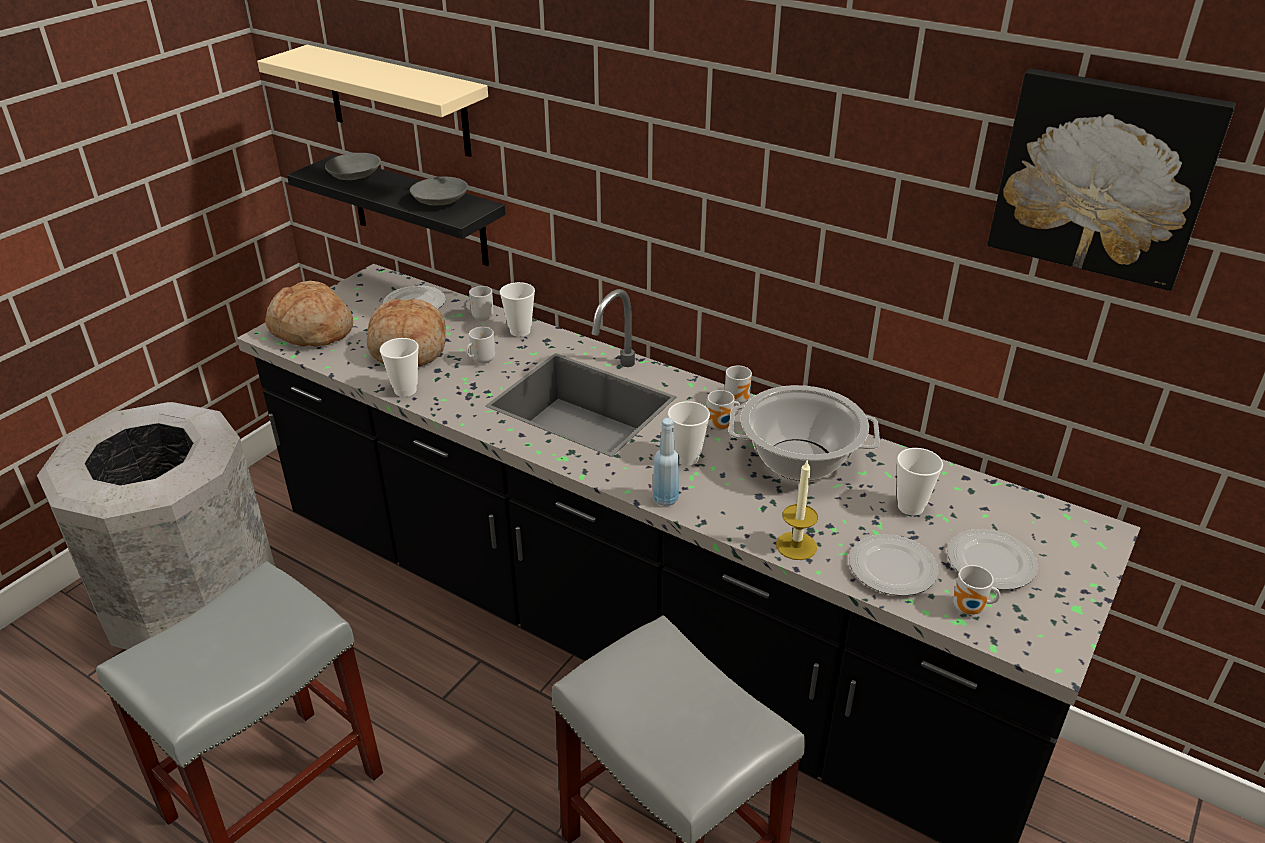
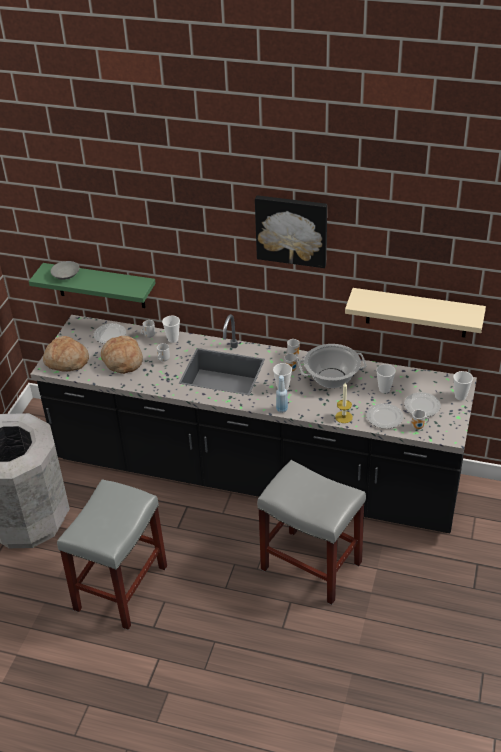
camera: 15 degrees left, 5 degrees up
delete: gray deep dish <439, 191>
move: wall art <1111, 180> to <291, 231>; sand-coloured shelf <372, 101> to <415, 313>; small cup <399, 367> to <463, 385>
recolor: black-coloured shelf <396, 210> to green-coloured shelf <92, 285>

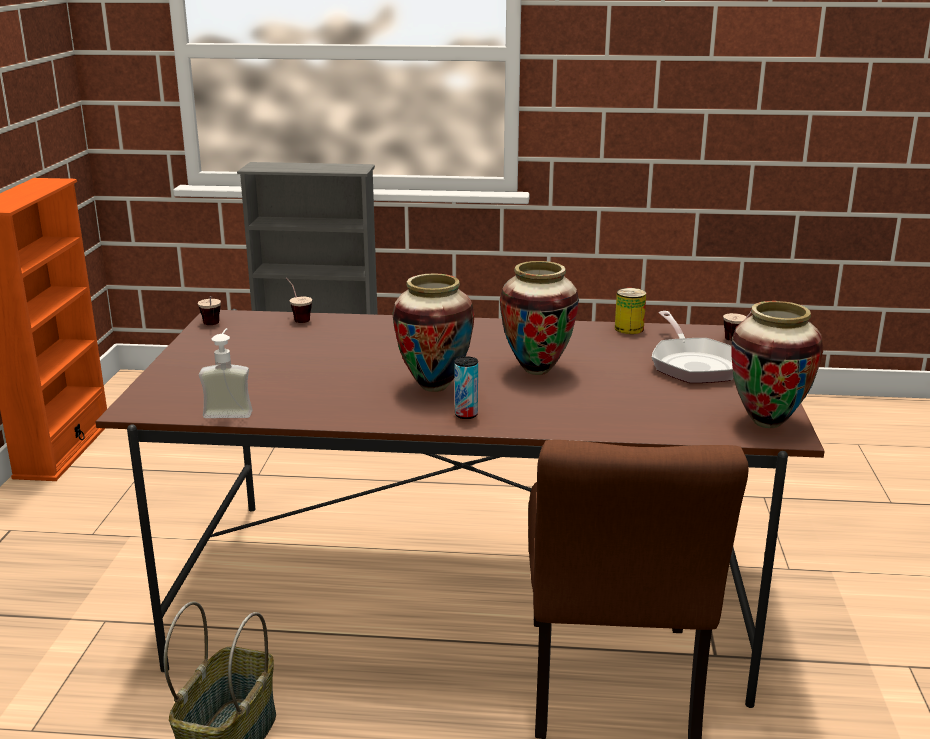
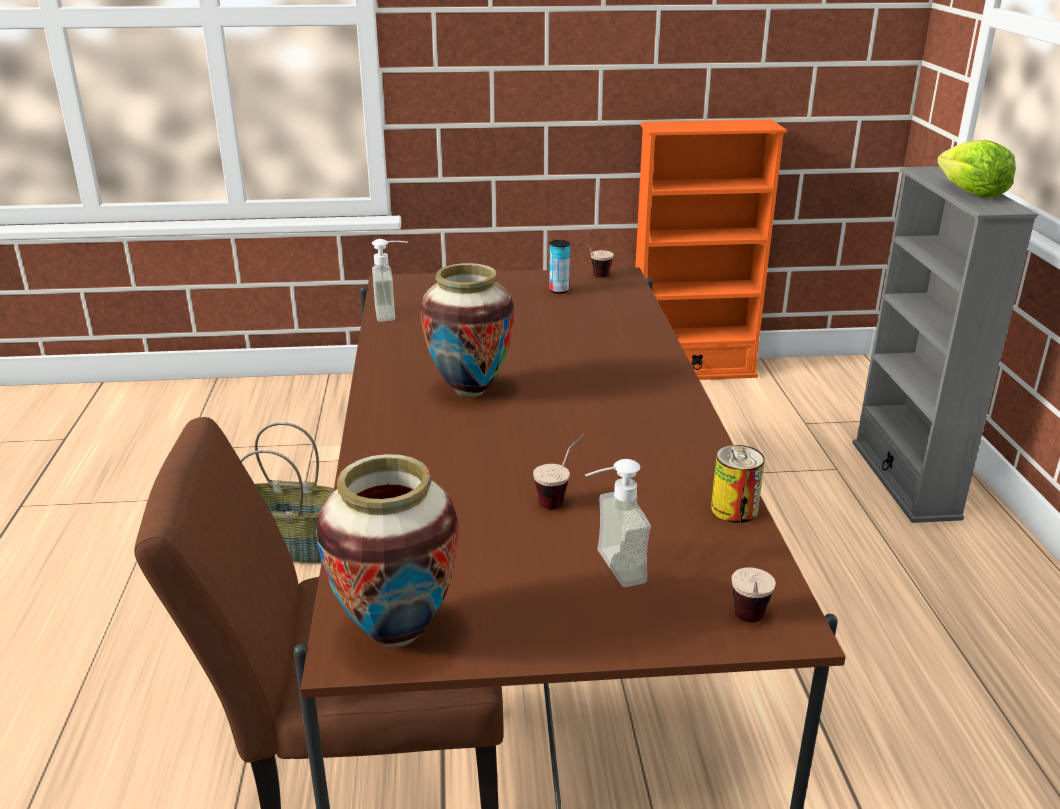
camera: 80 degrees right, 5 degrees up
delete: decorative vase <539, 318>
insert: lettuce <976, 169>
move: small cup <299, 300> to <559, 471>; sealed can <466, 387> to <559, 267>
replace: skillet <692, 347> to soap dispenser <618, 523>

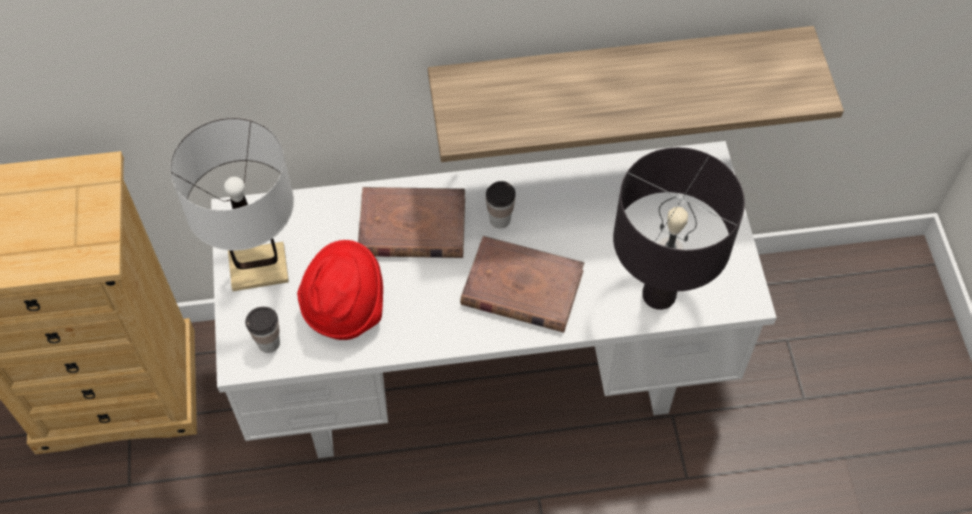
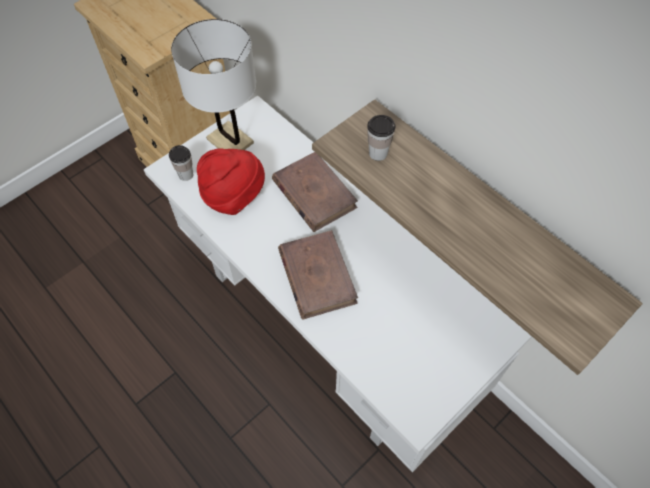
camera: 55 degrees right, 0 degrees up
delete: black-coloured lamp for a table <679, 228>
move: small cup <501, 204> to <381, 138>

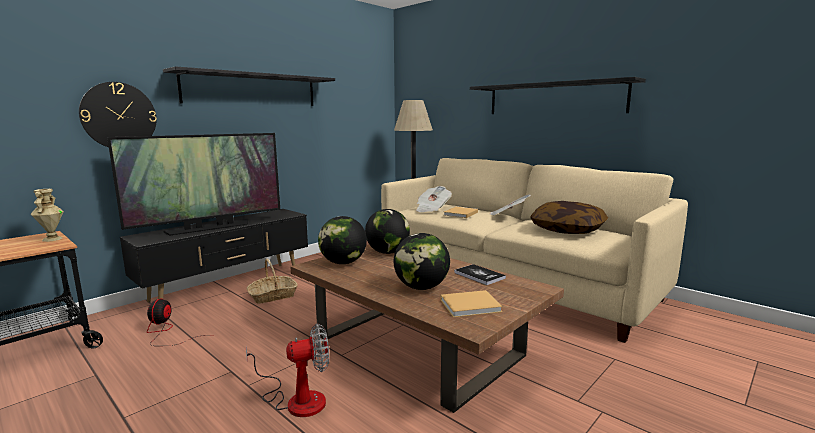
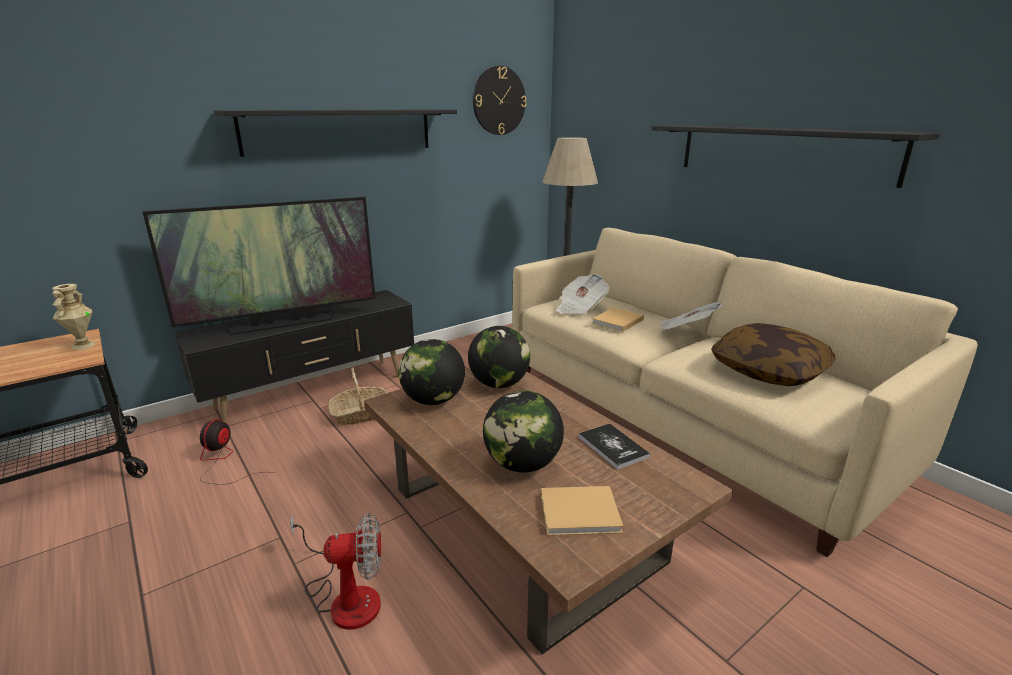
camera: 10 degrees right, 10 degrees up
move: clock on the wall <118, 114> to <500, 100>

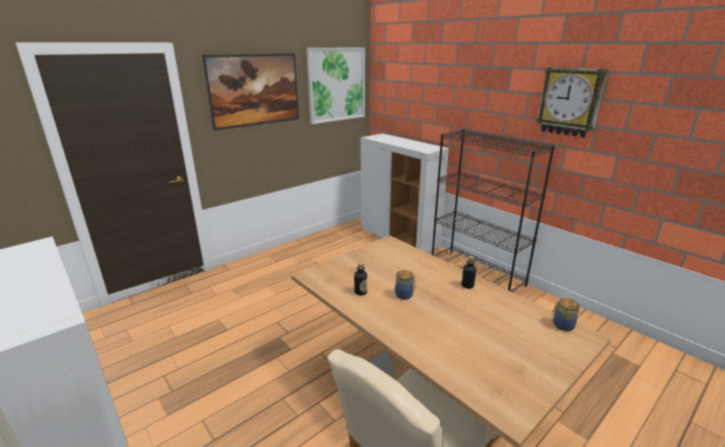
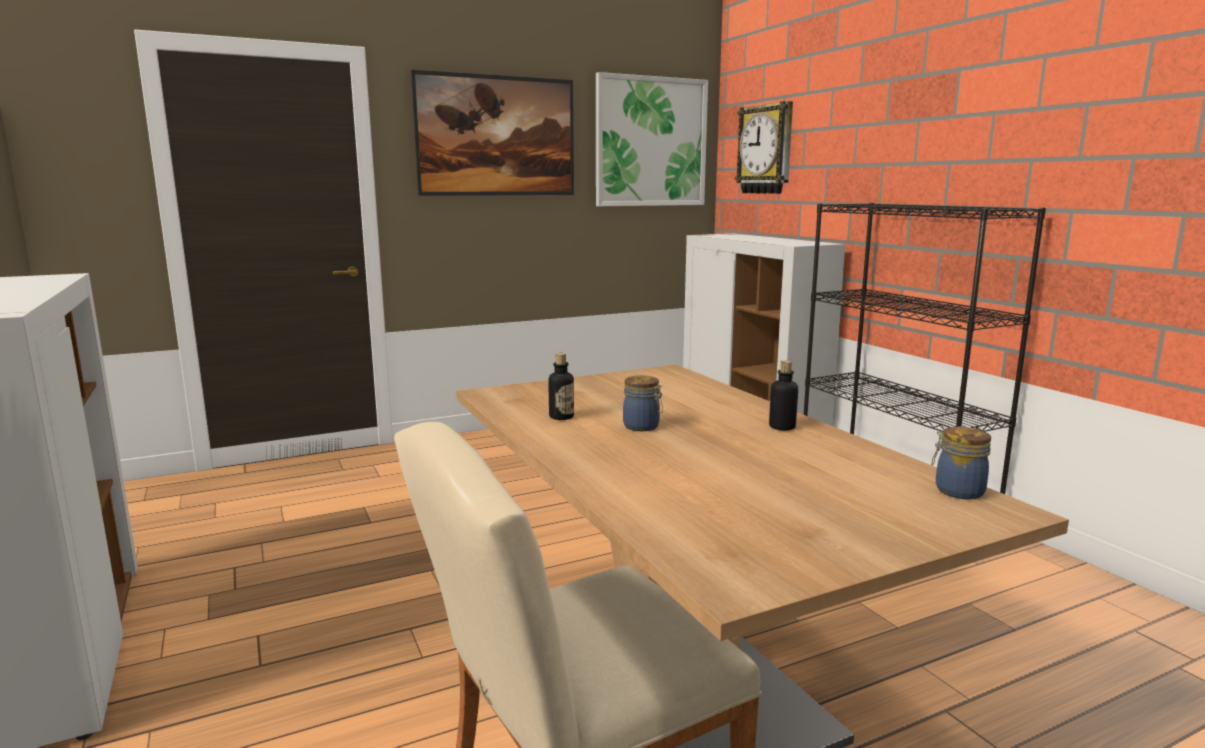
camera: 15 degrees right, 10 degrees down
move: clock on the wall <572, 102> to <764, 147>

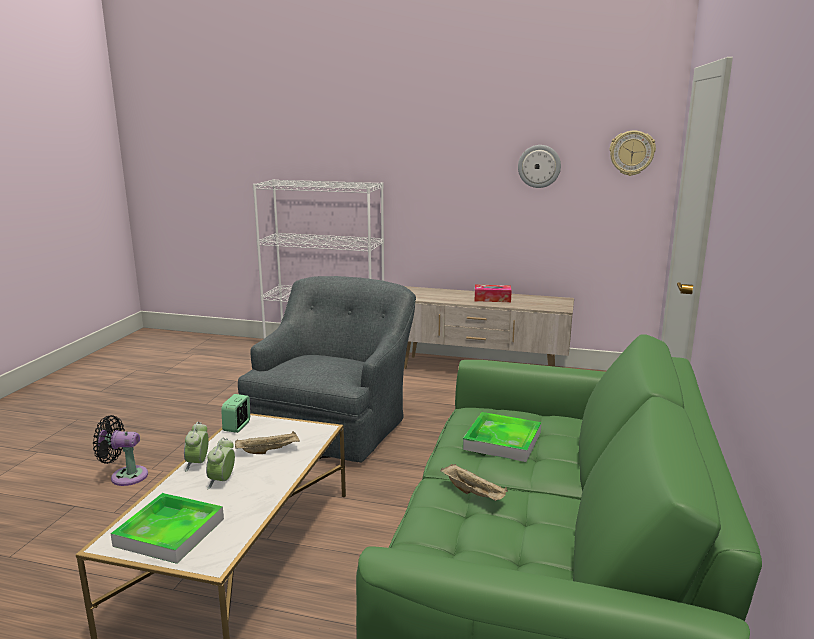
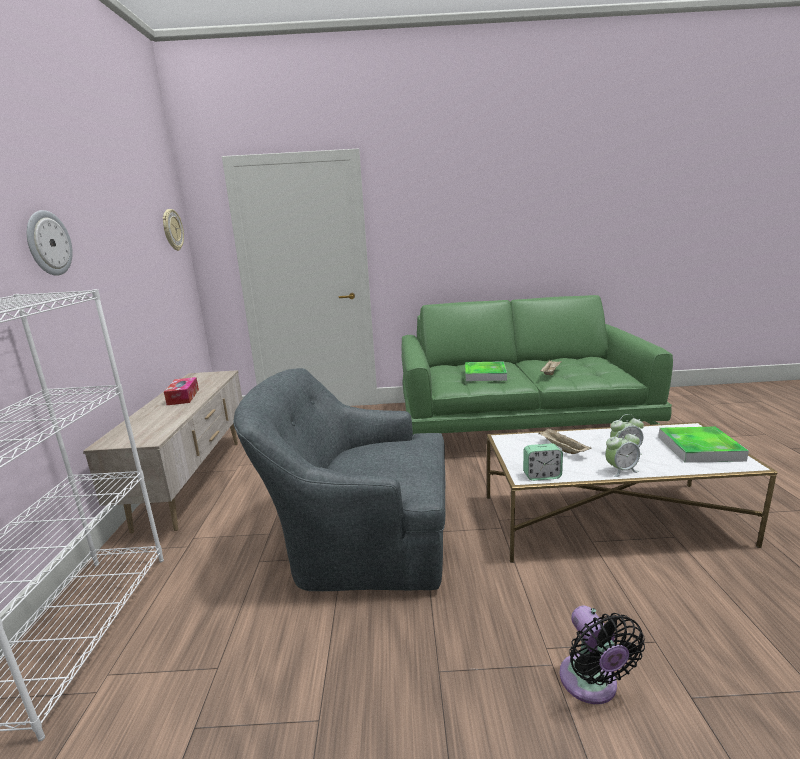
camera: 105 degrees left, 0 degrees up
move: clock on the wall <539, 166> to <50, 243>

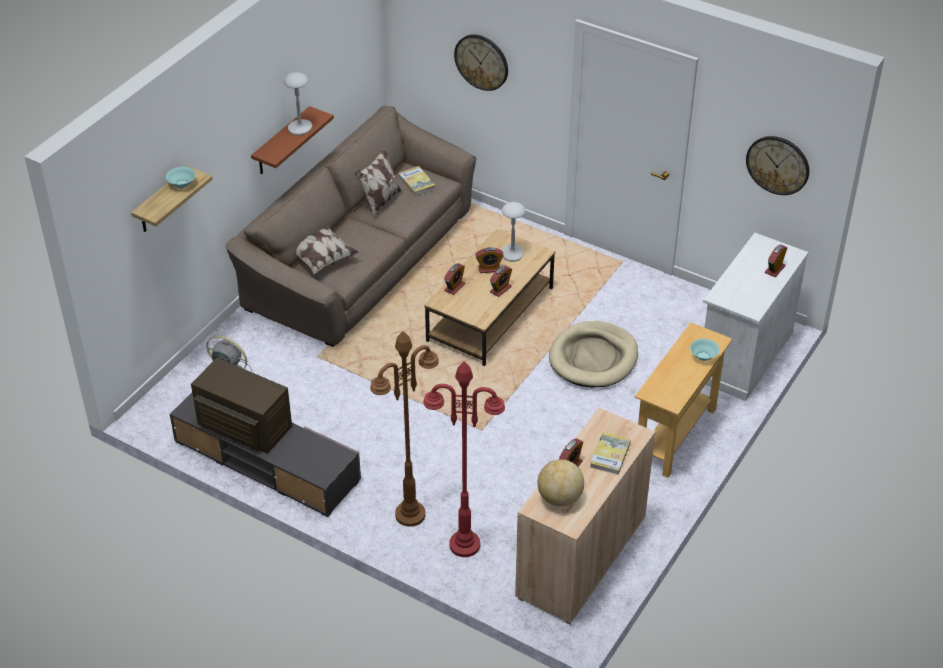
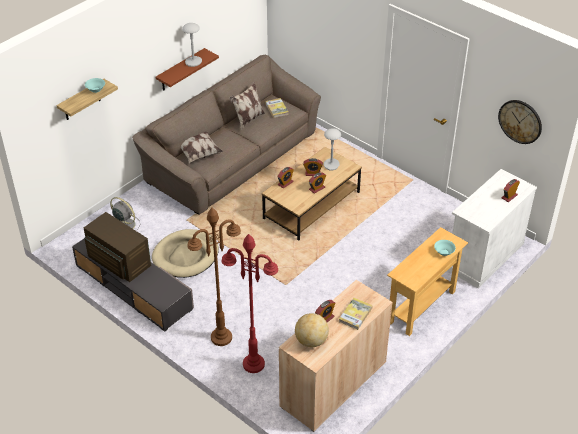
camera: 10 degrees right, 0 degrees up
delete: clock on the wall <481, 62>
move: sand-coloured dog bed <593, 354> to <185, 253>

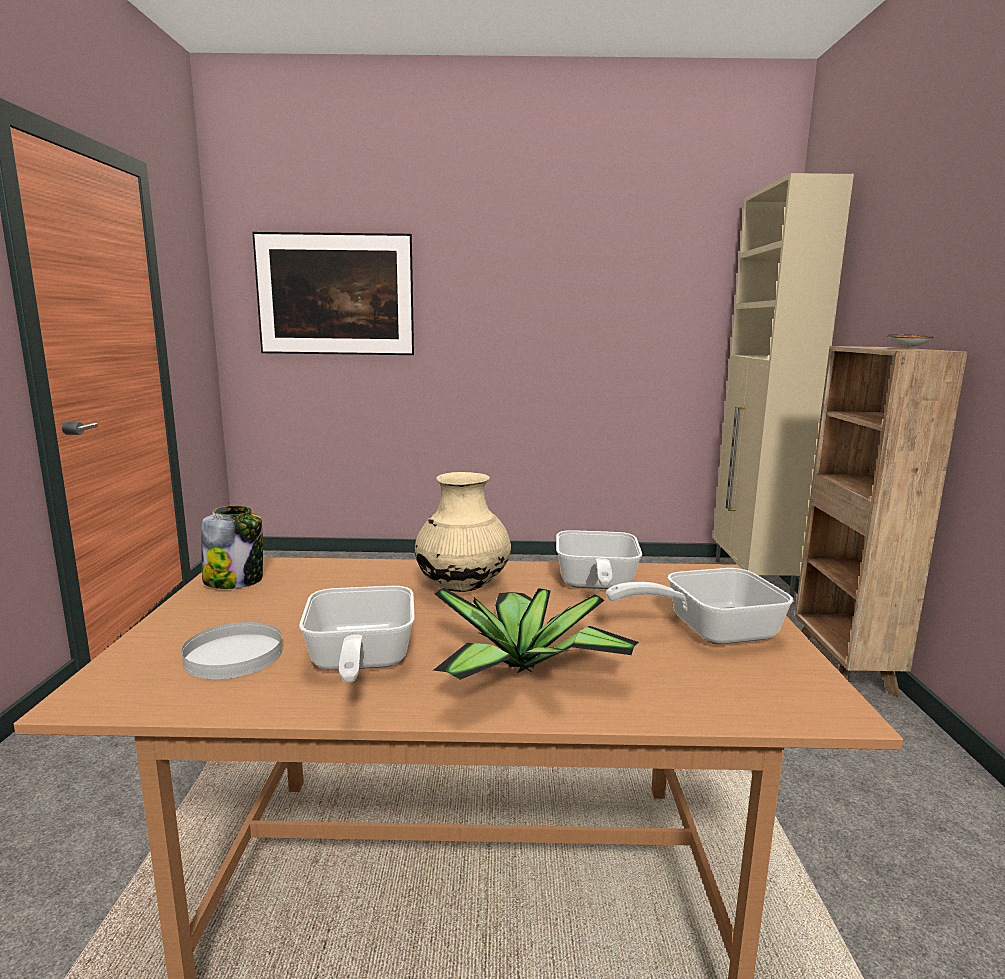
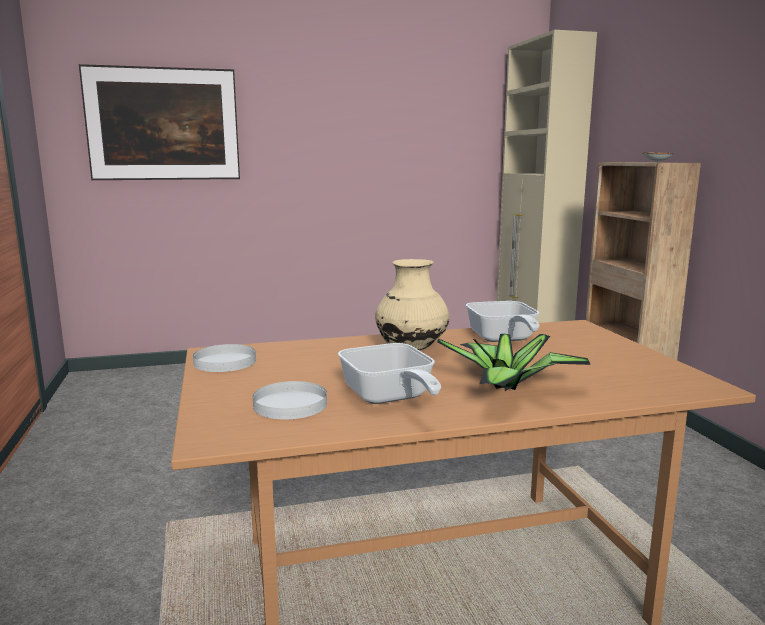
camera: 15 degrees left, 0 degrees up
delete: skillet <699, 606>
replace: storage jar <232, 547> to whitish flat dish <224, 358>

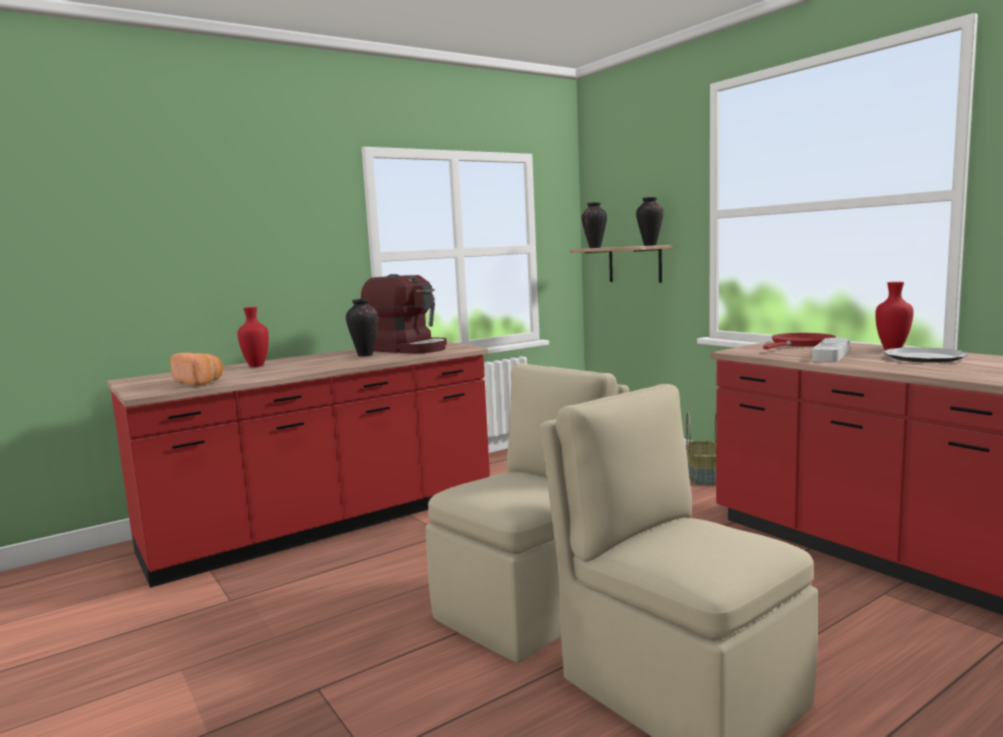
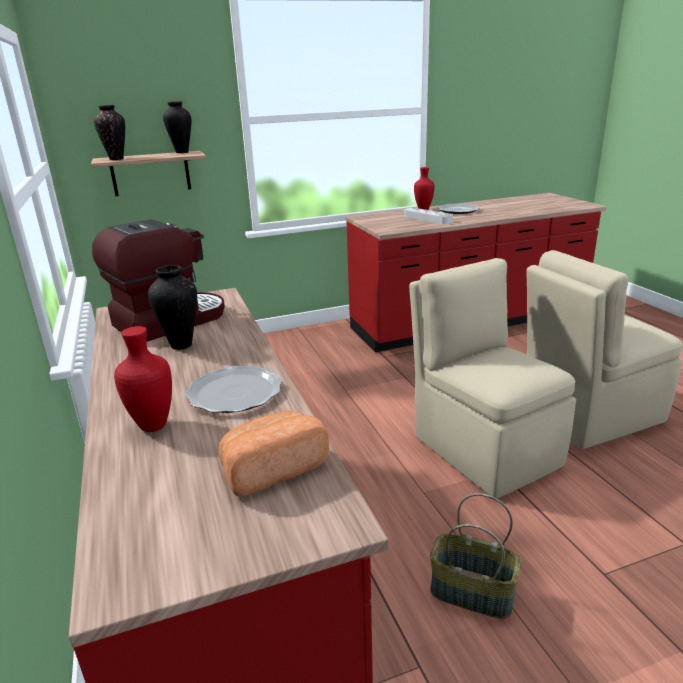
camera: 75 degrees left, 15 degrees up
delete: reddish skillet <799, 341>
insert: flat dish <233, 389>
move: household basket <701, 448> to <475, 555>

